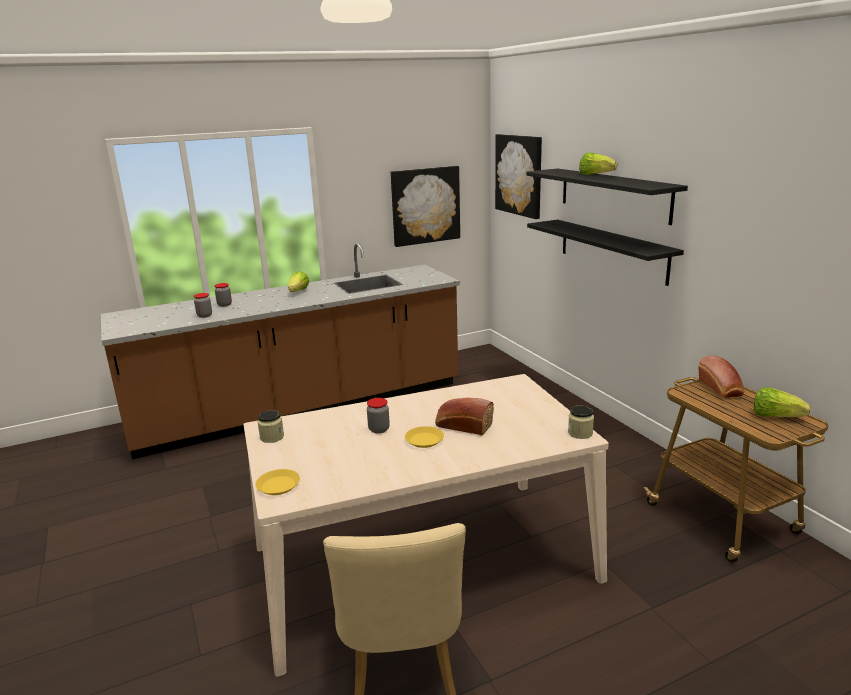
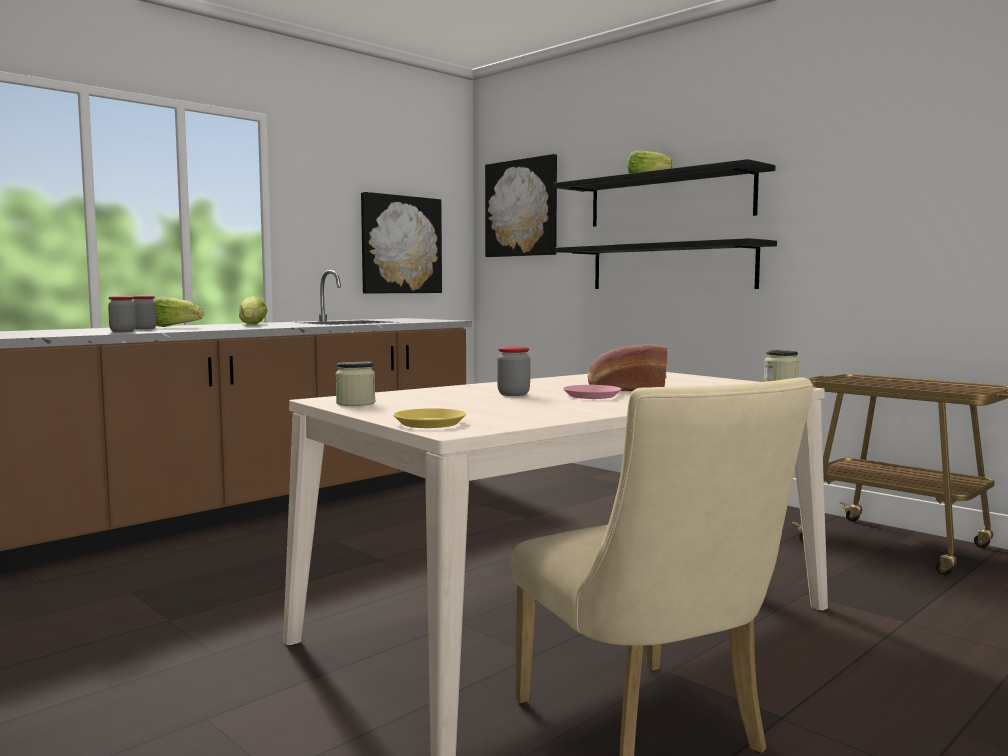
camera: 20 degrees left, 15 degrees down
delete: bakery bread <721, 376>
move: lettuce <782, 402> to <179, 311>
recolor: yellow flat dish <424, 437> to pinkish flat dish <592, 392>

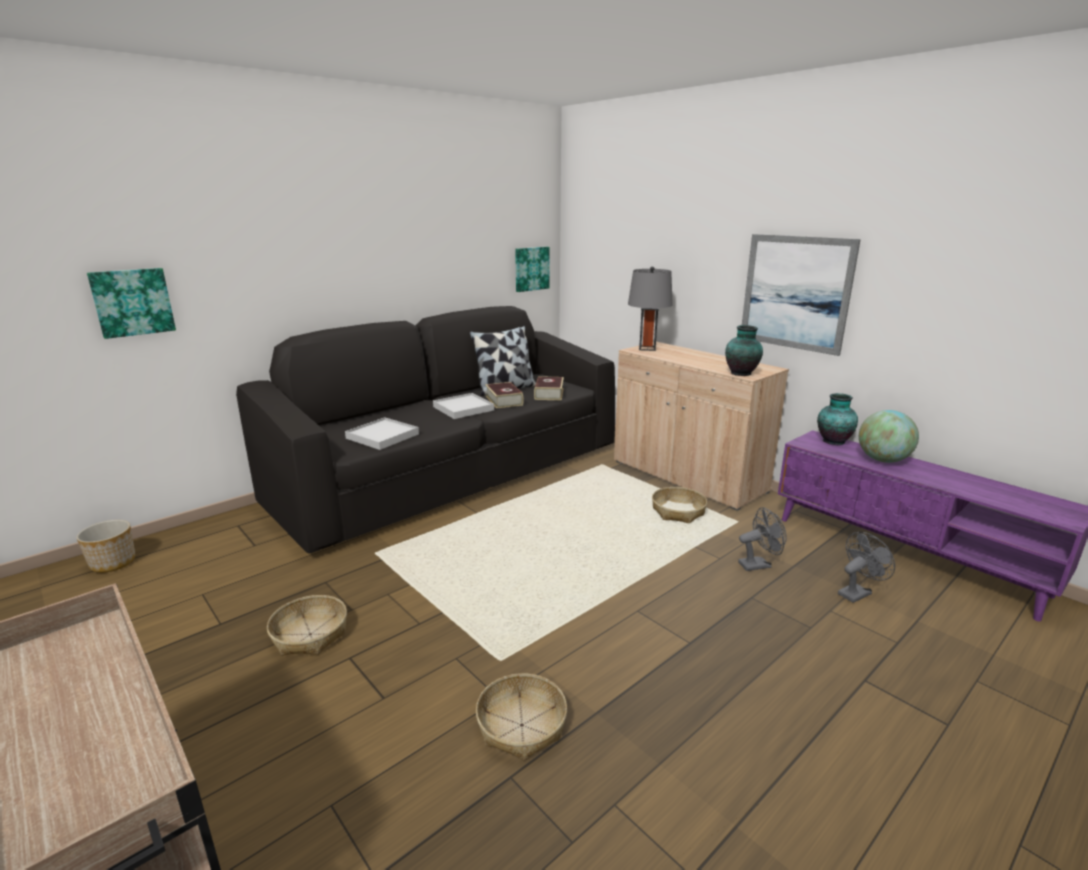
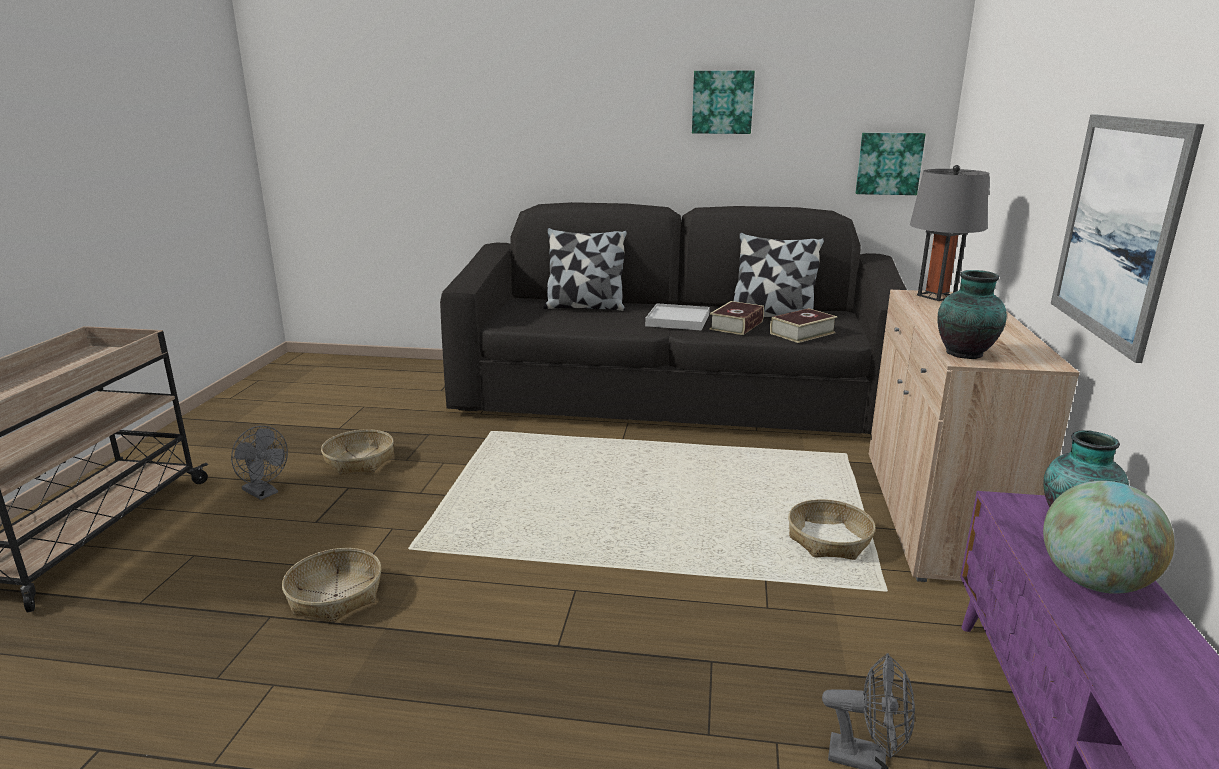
camera: 50 degrees right, 0 degrees up
delete: flower pot <105, 546>; whitish carrying tray <382, 433>
insert: throw pillow <585, 269>
move: gray electric fan <762, 539> to <259, 463>; wall art <131, 303> to <723, 102>

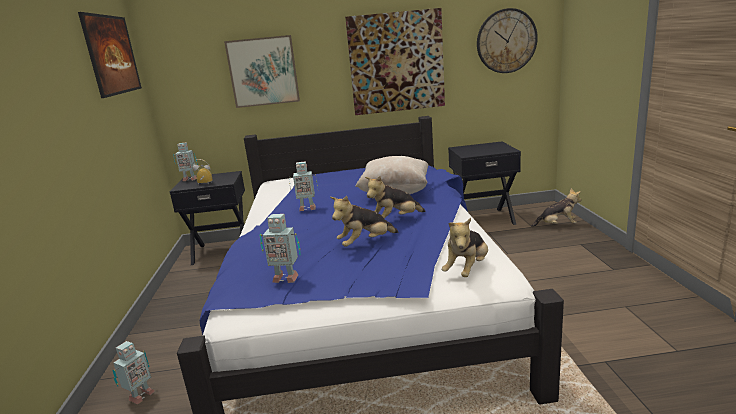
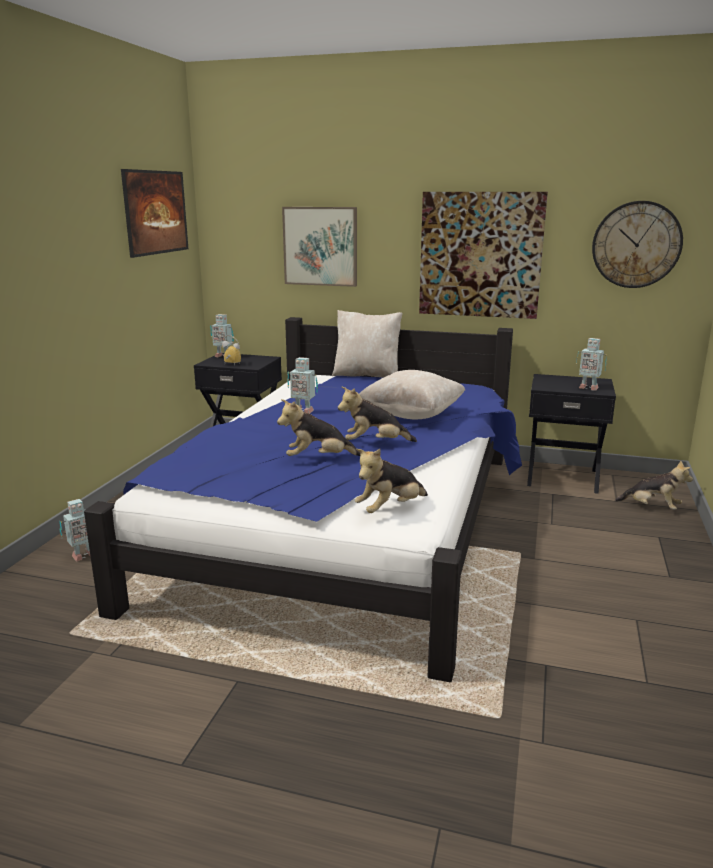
camera: 20 degrees right, 0 degrees up
insert: sand-coloured throw pillow <367, 344>
move: robot figure <280, 248> to <591, 364>

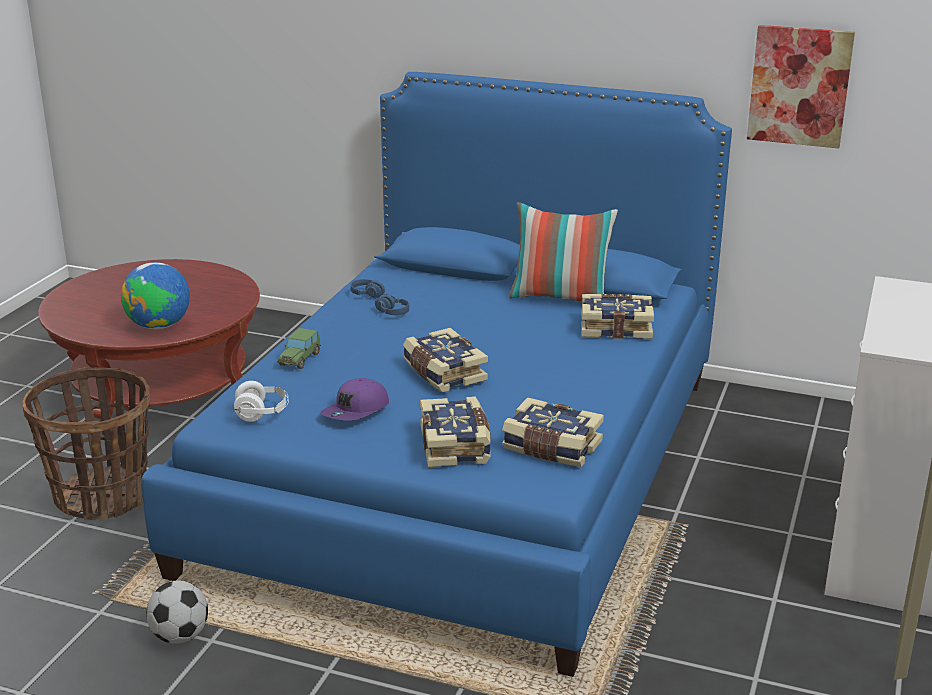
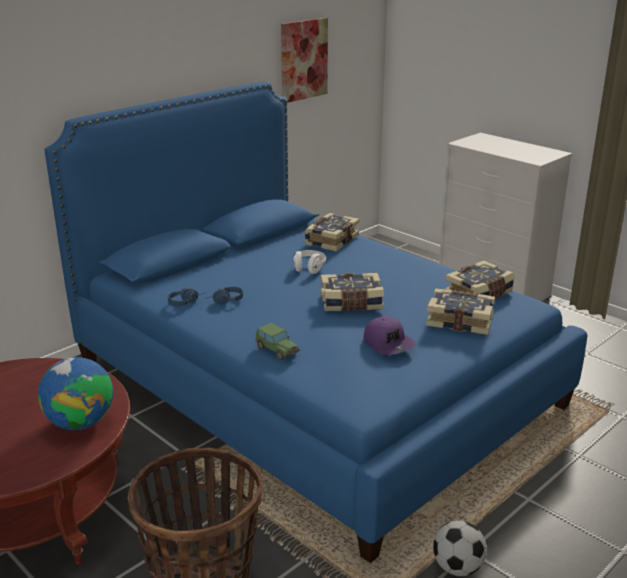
camera: 65 degrees left, 0 degrees up
delete: throw pillow <563, 252>
move: whitish headset <261, 401> to <309, 262>

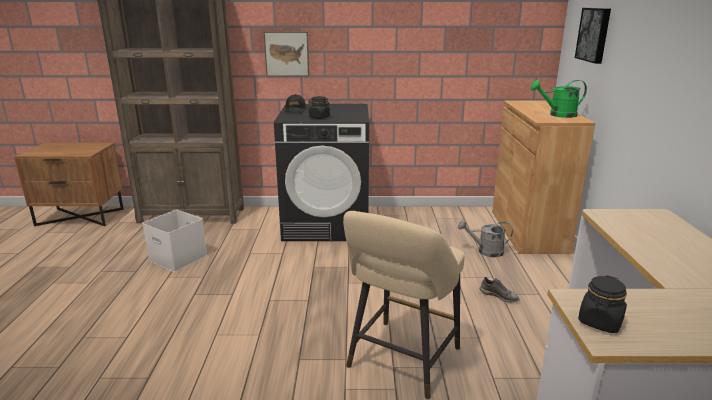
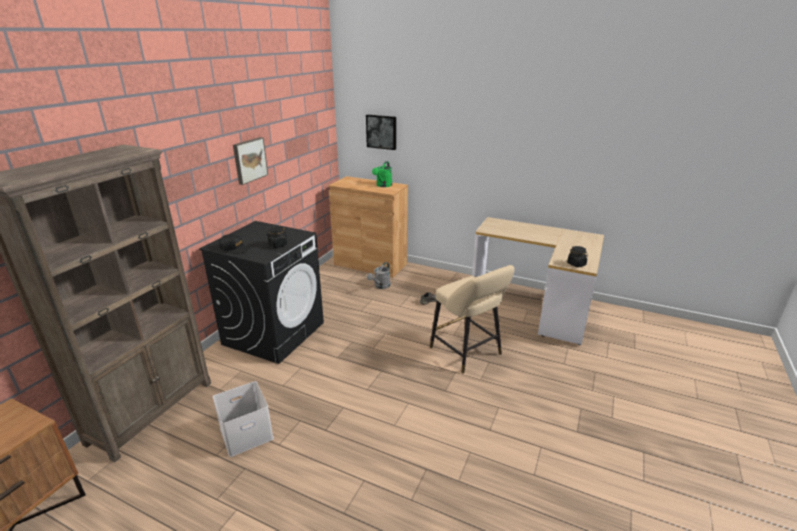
camera: 65 degrees left, 5 degrees up
move: wall art <286, 53> to <250, 161>

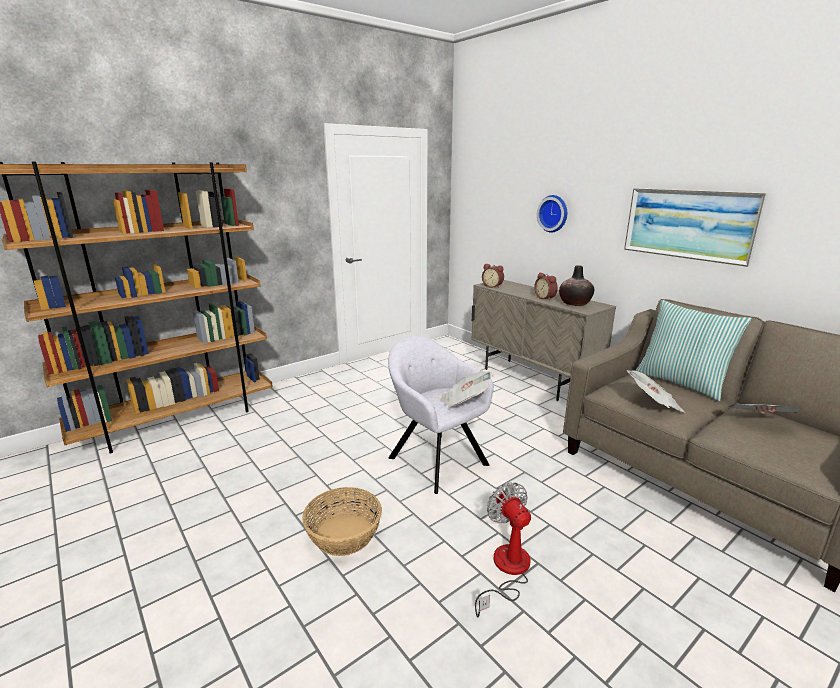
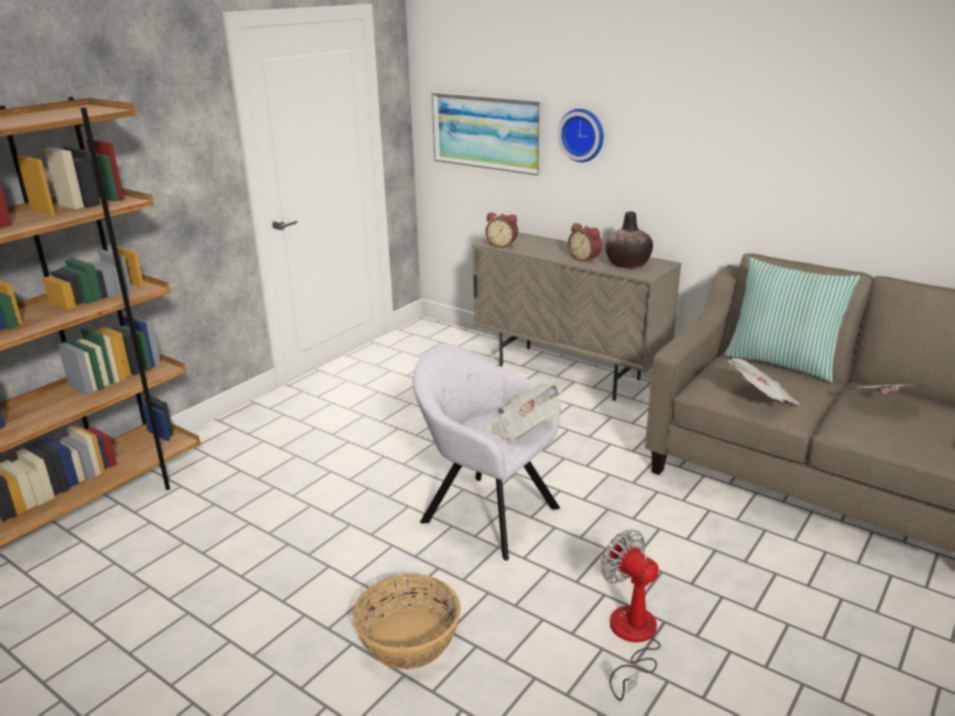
camera: 15 degrees left, 5 degrees up
move: wall art <696, 227> to <487, 134>

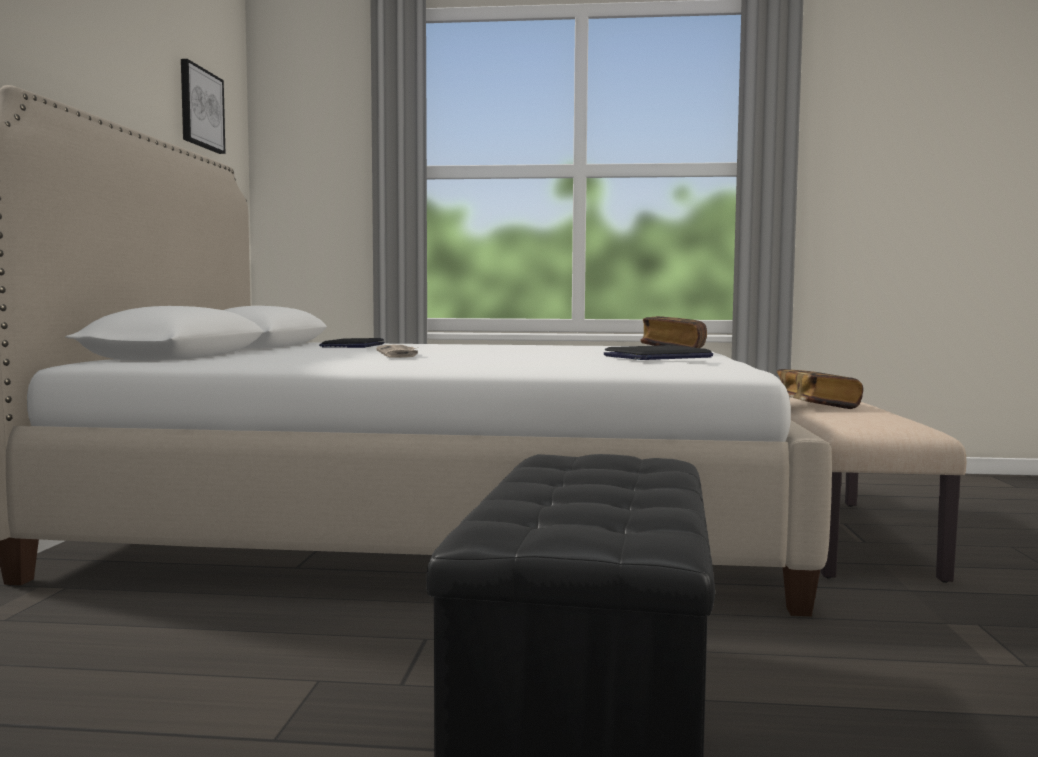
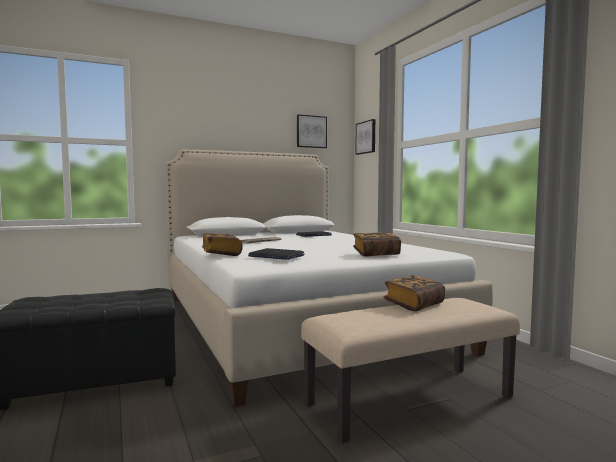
camera: 60 degrees right, 0 degrees up
insert: book <222, 244>; wall art <365, 137>

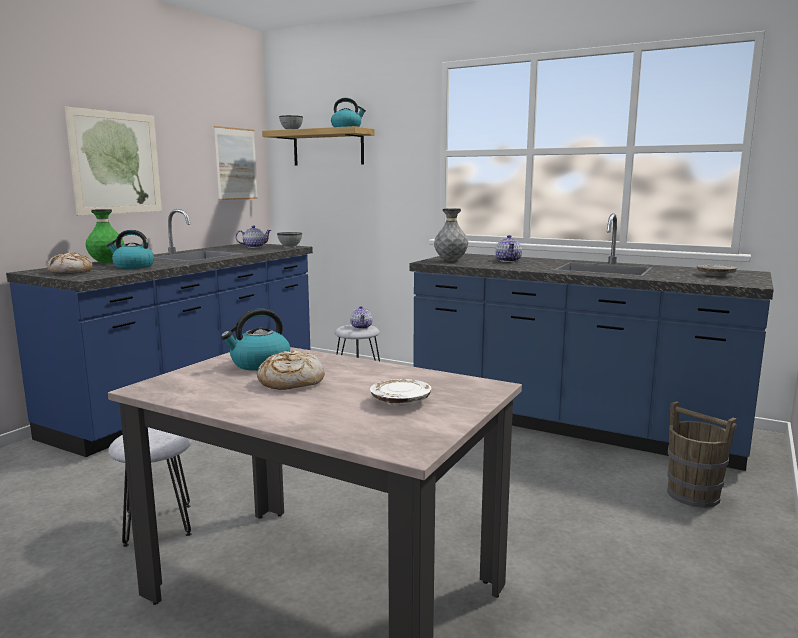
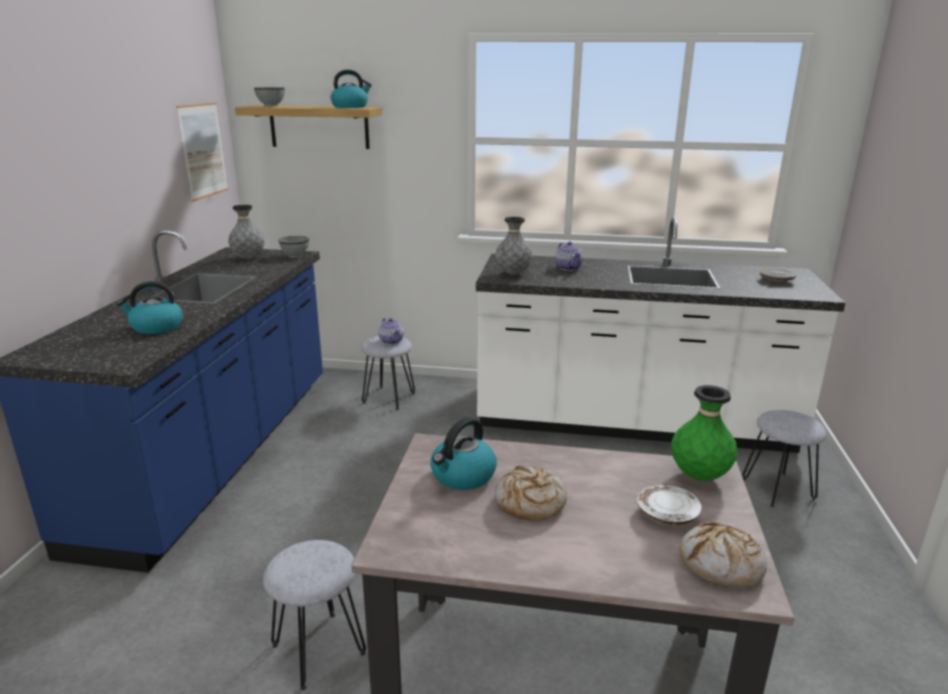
camera: 20 degrees left, 10 degrees up
delete: wall art <113, 161>
move: green-coloured decorative vase <104, 236> to <704, 433>; bakery bread <70, 263> to <723, 555>
replace: pot for tea <253, 236> to gray decorative vase <246, 232>; brown-coloured pail <702, 454> to gray stool <784, 458>
recolor: blue kitchen counter <592, 342> to whitish kitchen counter <660, 335>

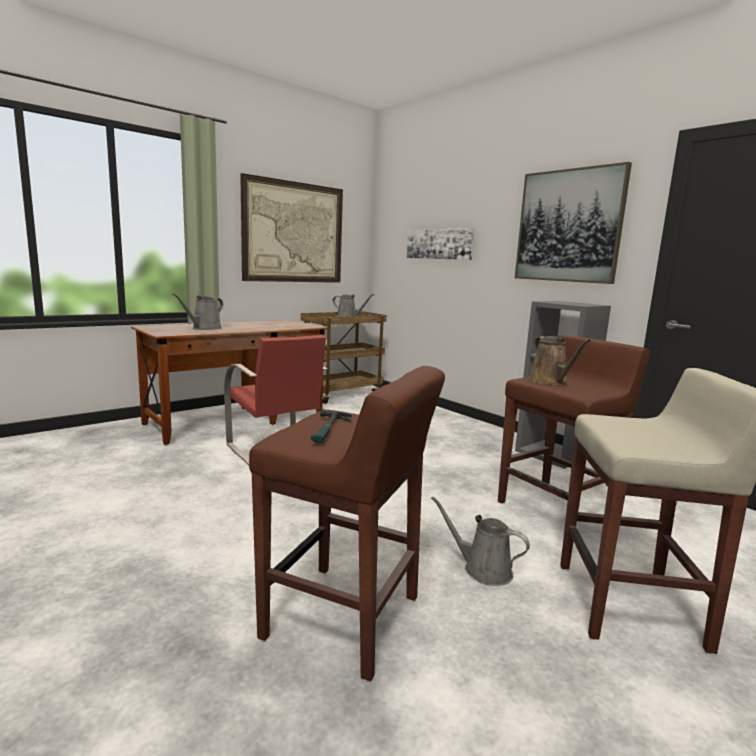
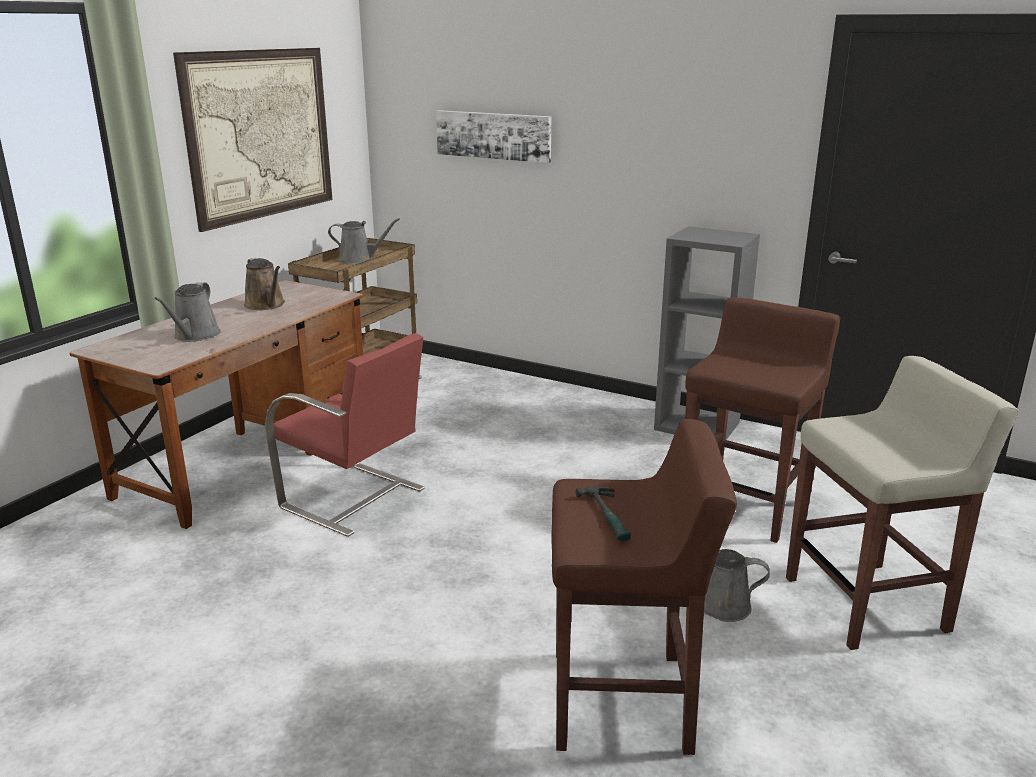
camera: 20 degrees left, 10 degrees up
delete: wall art <573, 223>
move: brown-coloured sprinkling can <560, 360> to <264, 284>

